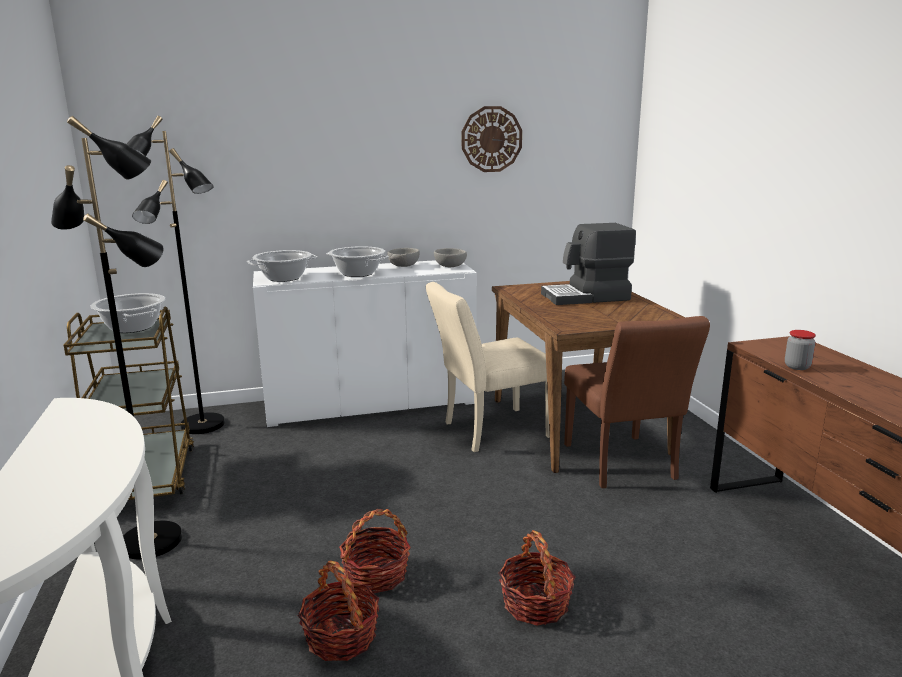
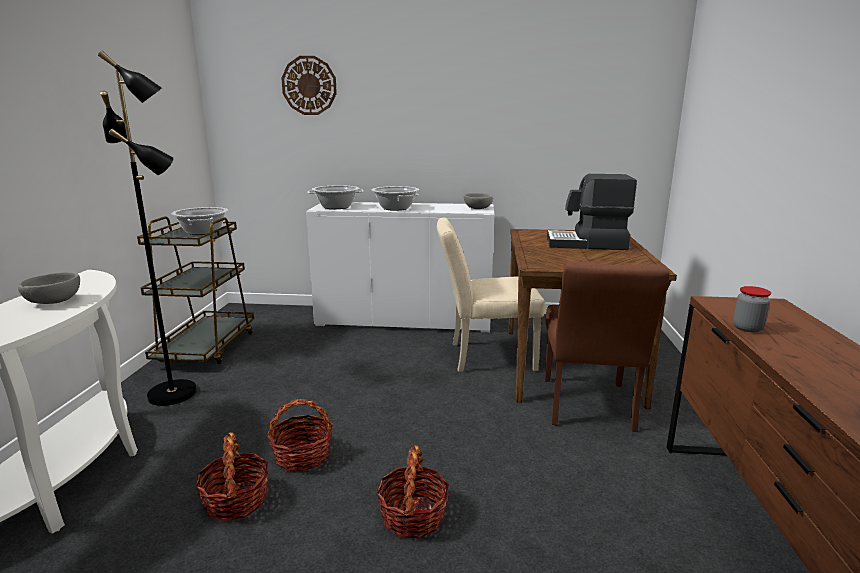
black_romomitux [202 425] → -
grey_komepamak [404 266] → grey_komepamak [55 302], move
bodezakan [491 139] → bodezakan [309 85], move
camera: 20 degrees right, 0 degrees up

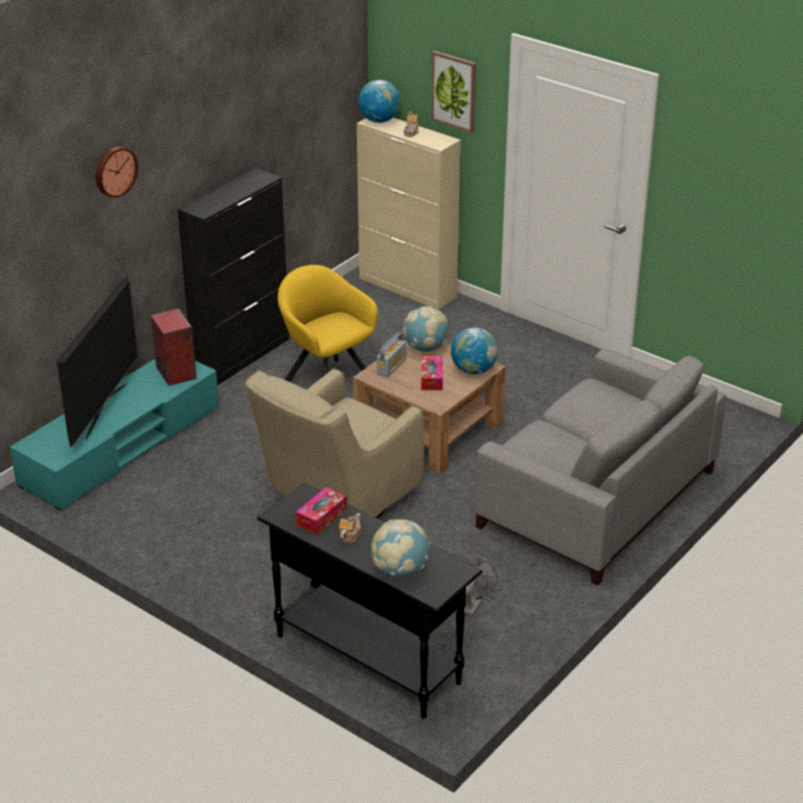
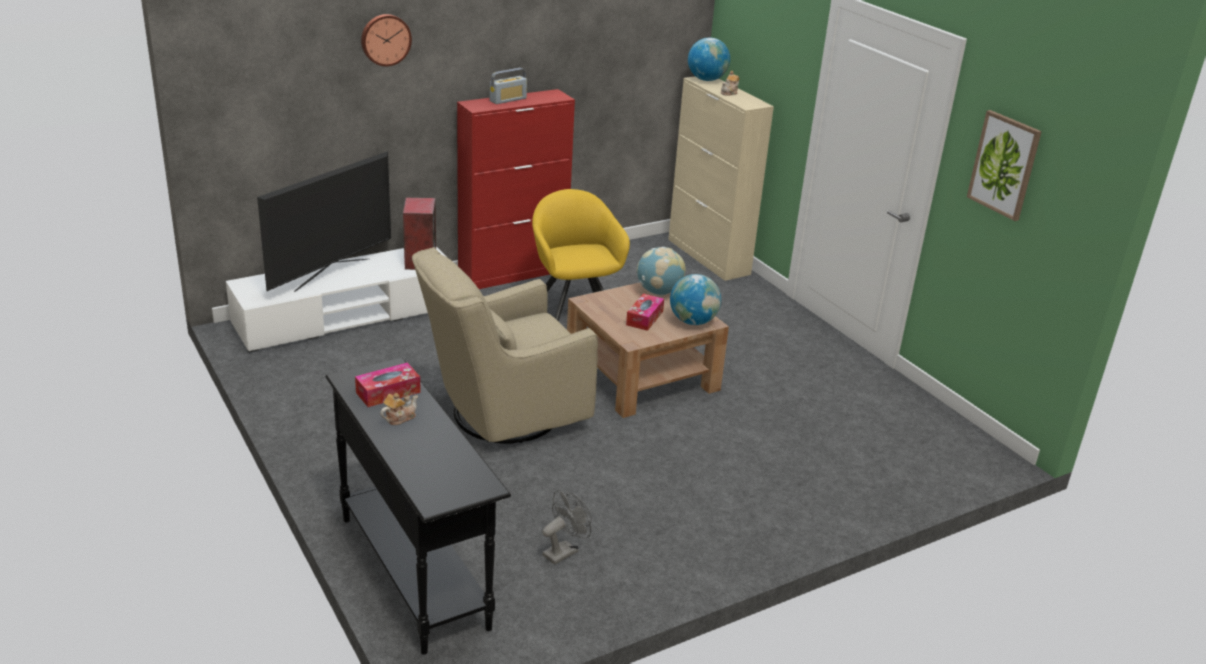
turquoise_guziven [121 446] → white_guziven [346 316]
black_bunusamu [242 355] → red_bunusamu [513 273]
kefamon [400 571] → -
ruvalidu [391 366] → ruvalidu [508 100], move
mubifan [454 91] → mubifan [1004 165], move
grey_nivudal [596 498] → -
camera: 20 degrees right, 5 degrees down

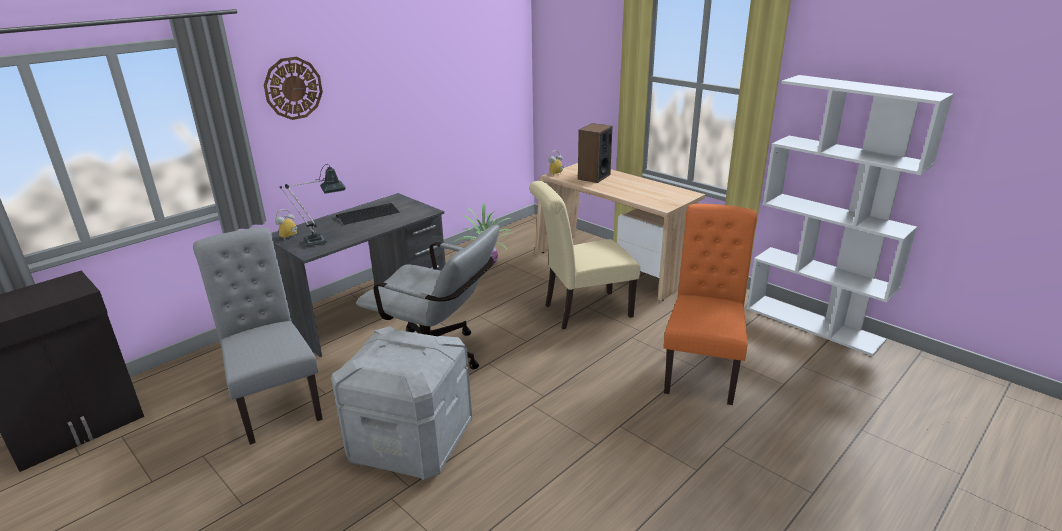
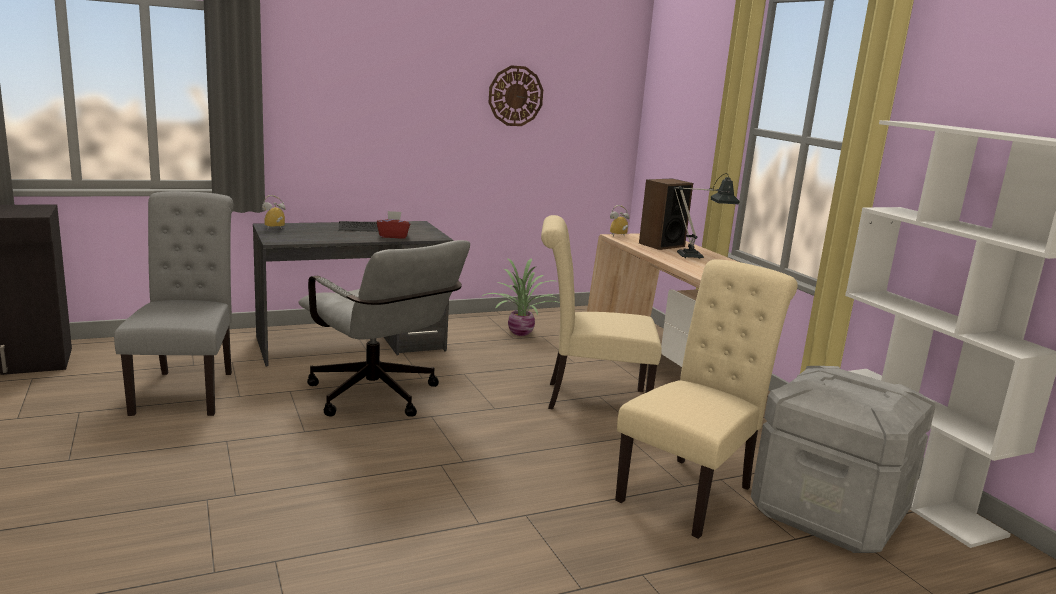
bodezakan [293 88] → bodezakan [515 96], move
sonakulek [322 240] → sonakulek [696 256], move
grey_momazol [412 442] → grey_momazol [829 513], move
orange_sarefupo [702 368] → beige_sarefupo [691 491]
- → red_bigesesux [393 236]
camera: 20 degrees right, 10 degrees down

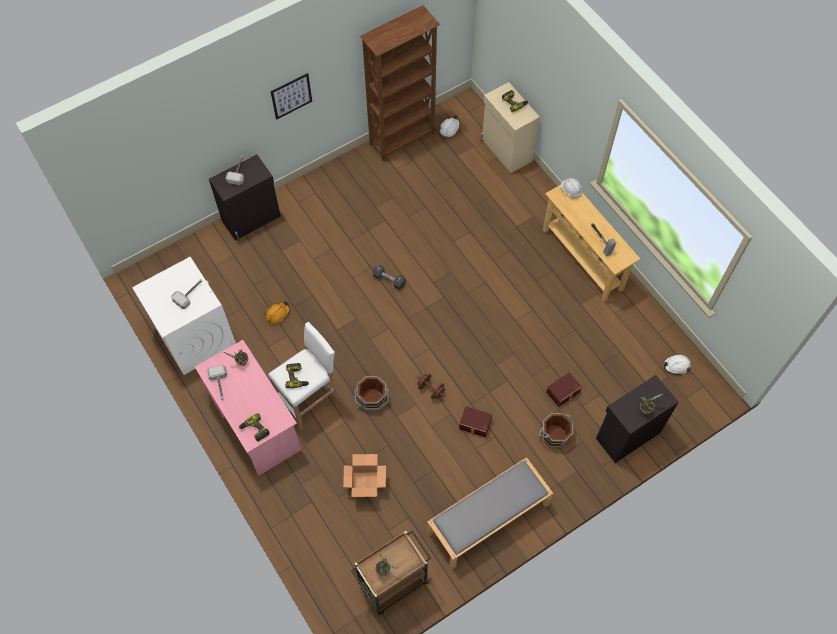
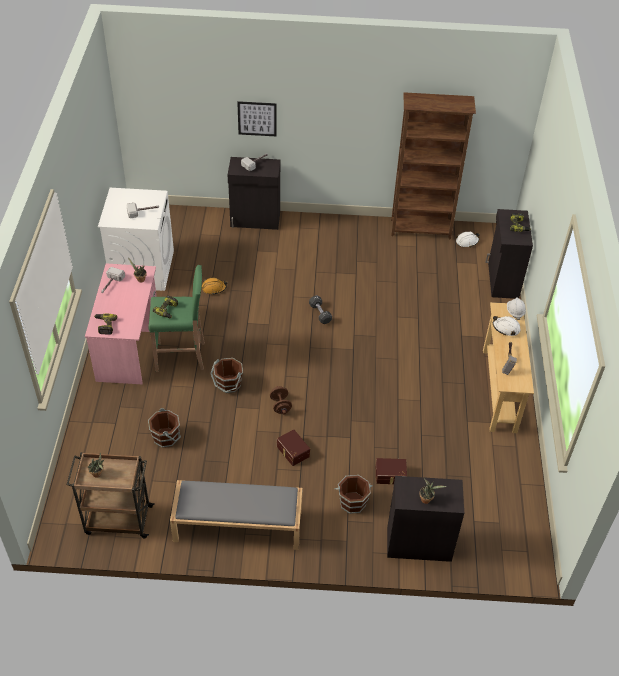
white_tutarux [310 400] → green_tutarux [181 356]
mubifan [291 96] → mubifan [257 118], move
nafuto [365 483] → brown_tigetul [166 437]
beige_bunusamu [506 150] → black_bunusamu [502 280]
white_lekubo [676 365] → white_lekubo [506 328], move
camera: 35 degrees right, 15 degrees down

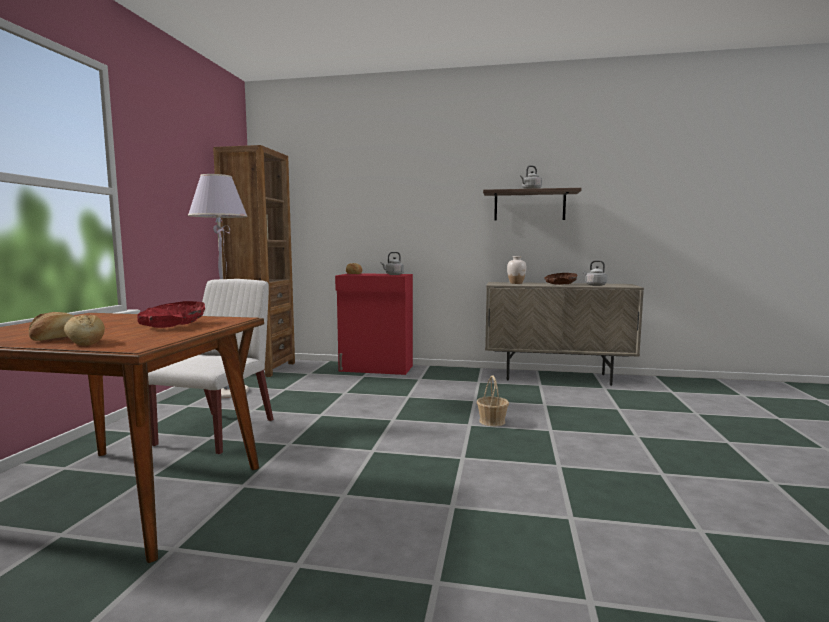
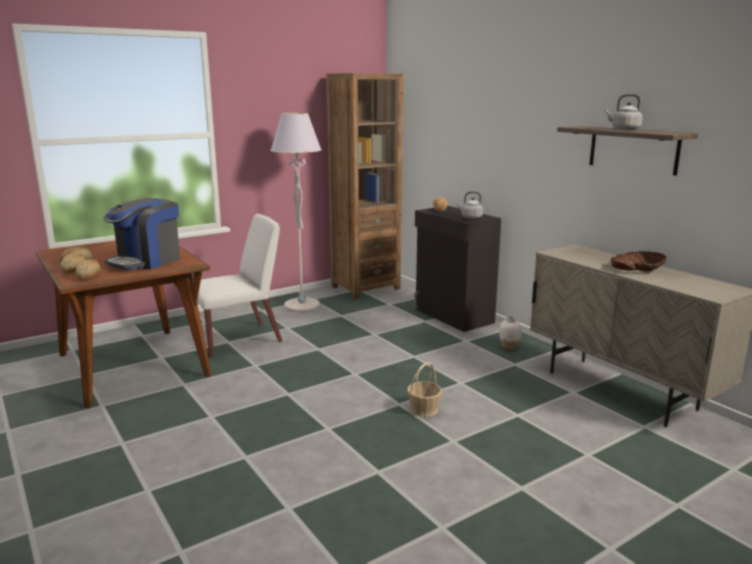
red_komepamak [173 325] → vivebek [146 261]
red_bunusamu [376 368] → black_bunusamu [453 316]
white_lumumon [516 283] → white_lumumon [509 346], move
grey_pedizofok [594 285] → -
- → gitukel [89 277]
camera: 45 degrees right, 10 degrees up

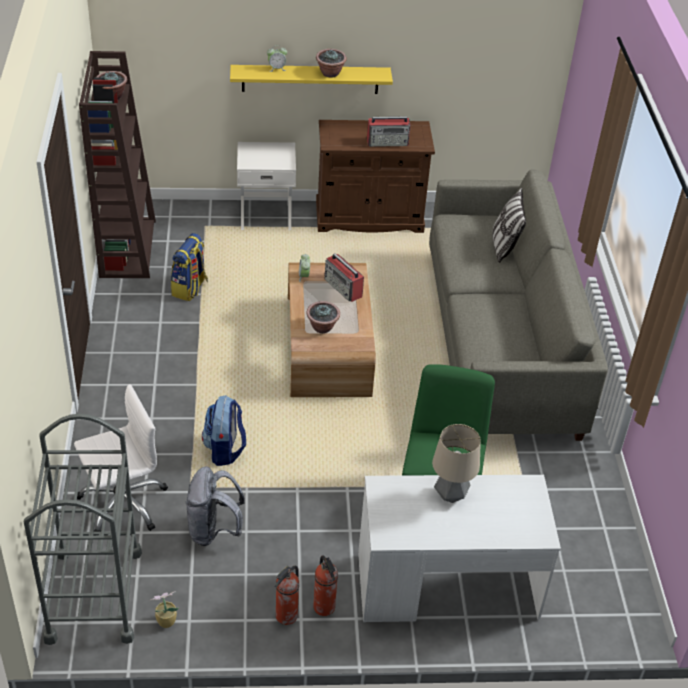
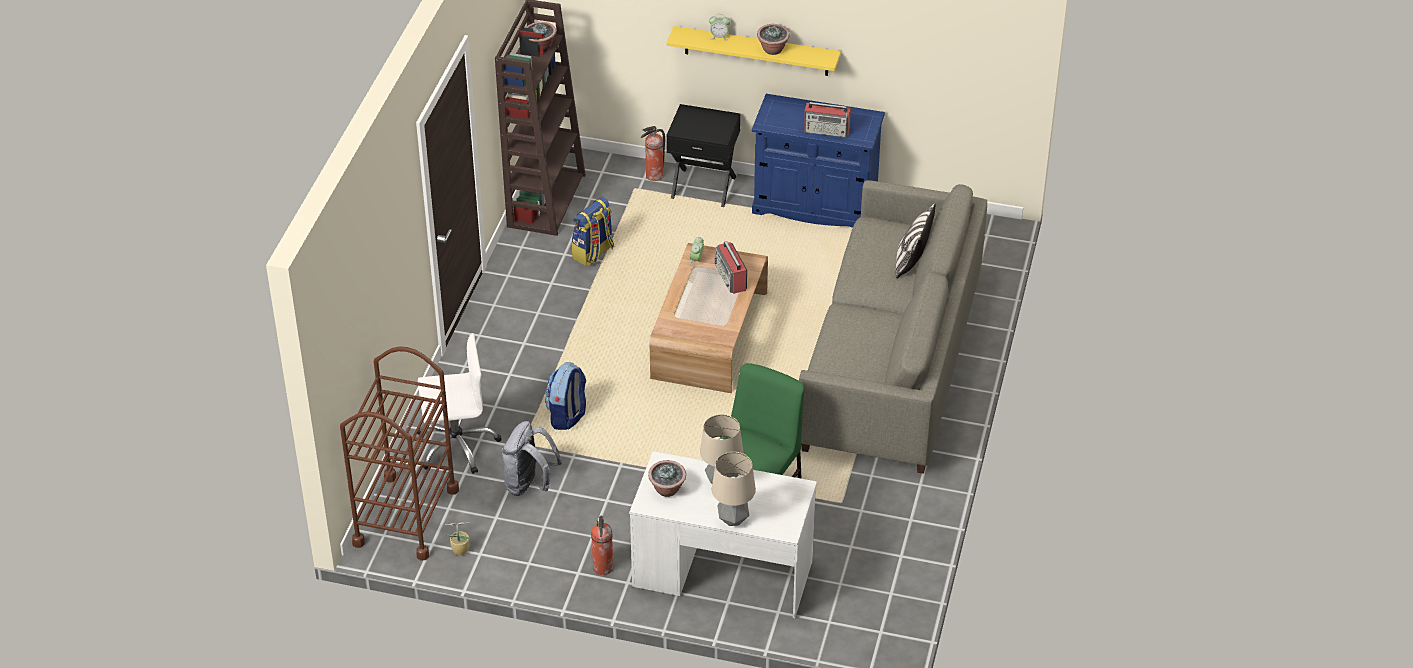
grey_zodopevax [94 595] → brown_zodopevax [406 516]
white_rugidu [266 215] → black_rugidu [703 186]
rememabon [285 616] → rememabon [653 176], move
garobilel [322 327] → garobilel [667 490], move
brown_bunusamu [369 217] → blue_bunusamu [815 206]
- → sonakulek [732 519]
camera: 20 degrees right, 0 degrees up

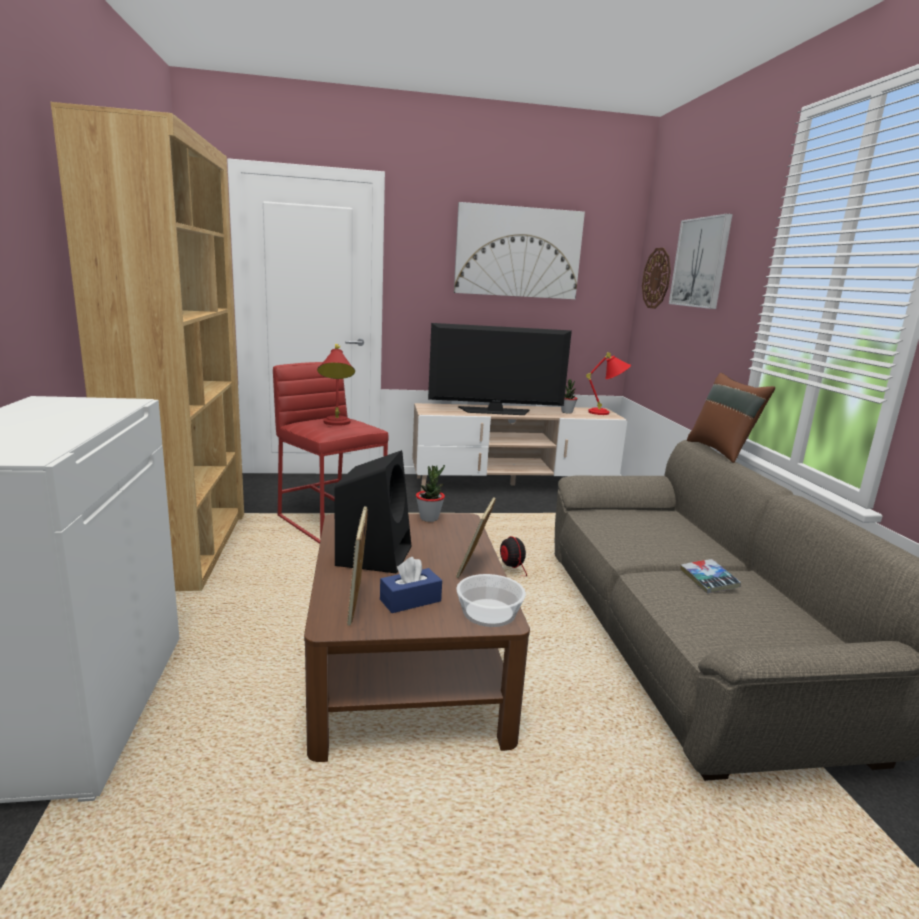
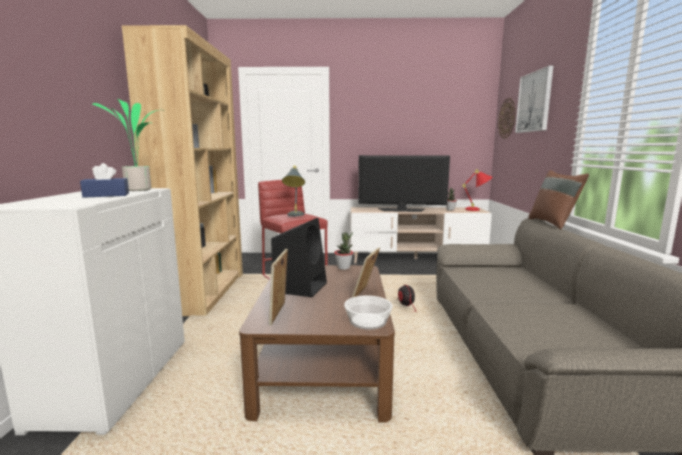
red_sonakulek [336 424] → grey_sonakulek [294 215]
blue_bigesesux [410 600] → blue_bigesesux [106 195], move
mubifan [518 252] → -
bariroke [708 581] → -
- → garobilel [139 189]
camera: 10 degrees right, 5 degrees down

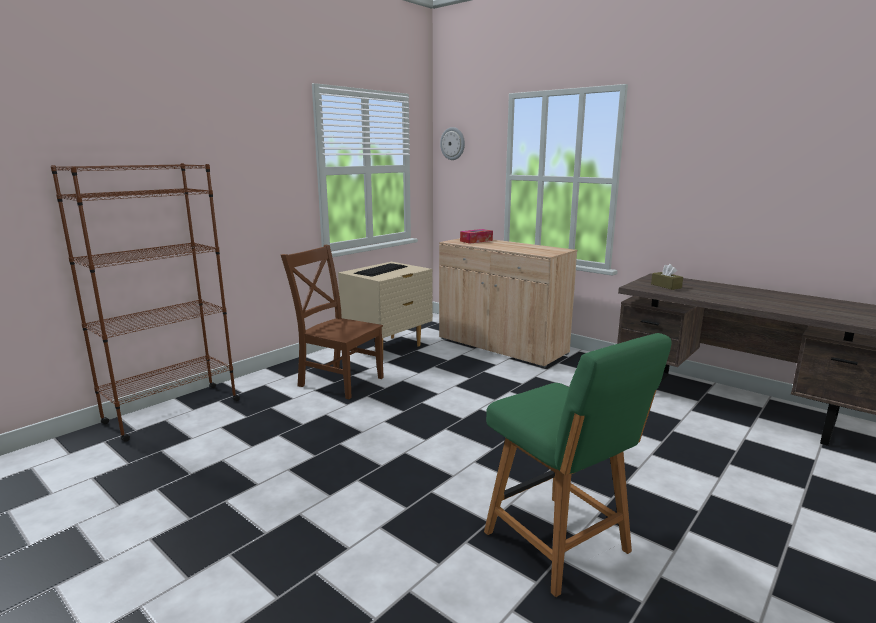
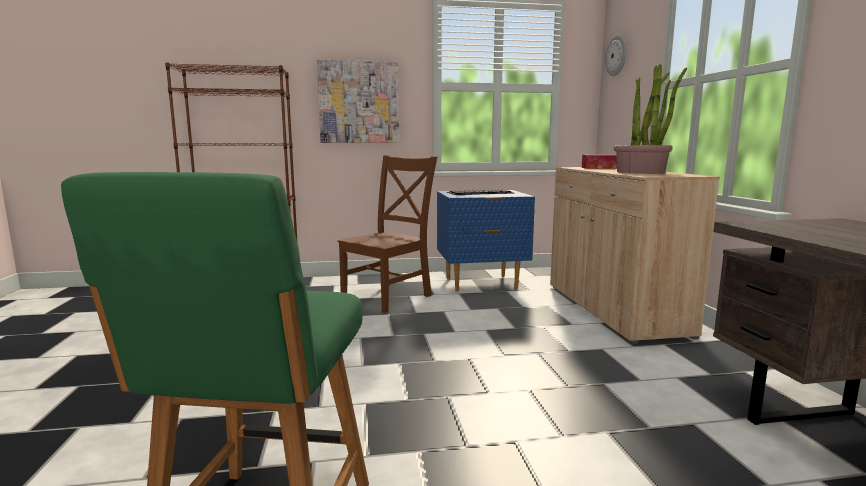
brown_sarefupo [338 381] → brown_sarefupo [389 297], 60 degrees clockwise
beige_rugidu [388 348] → blue_rugidu [481 283]
brown_bigesesux [666 286] → -
- → mubifan [359 102]
- → garobilel [641 172]
camera: 40 degrees right, 5 degrees down

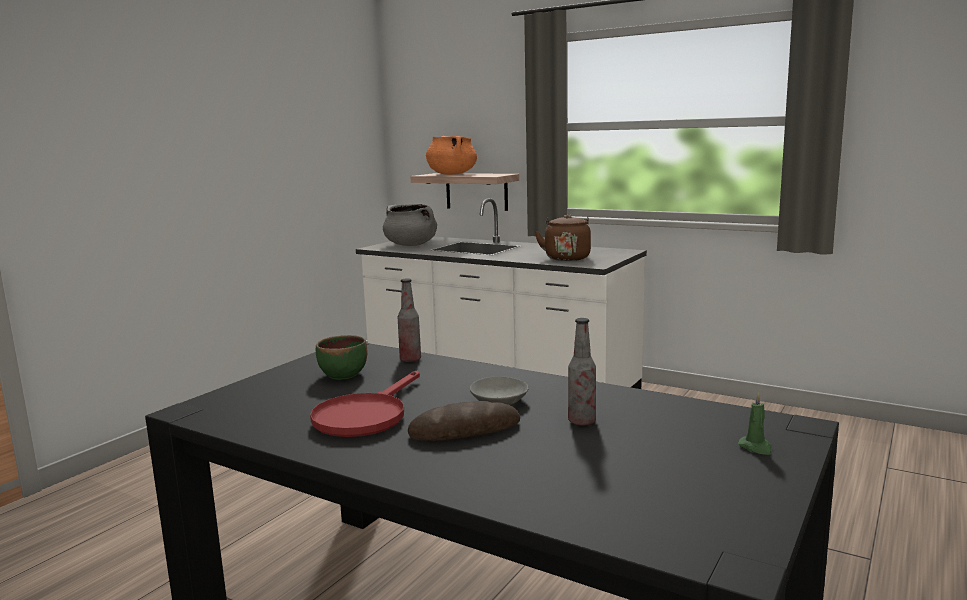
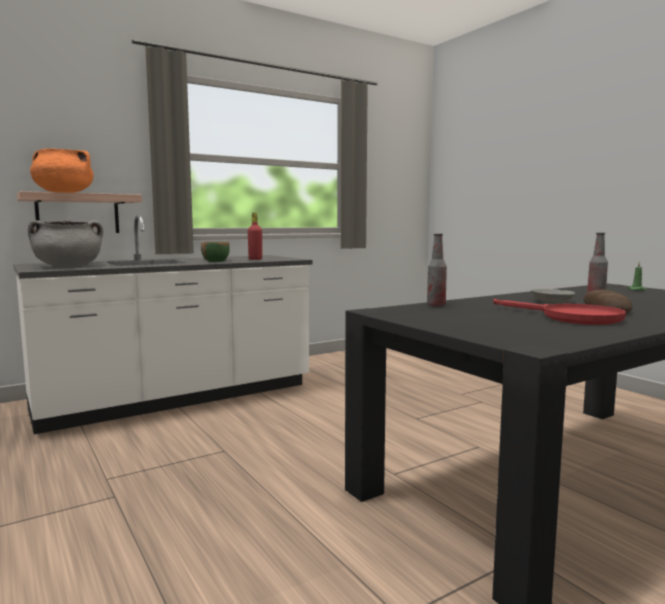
green_komepamak [343 375] → green_komepamak [216 261], move
brown_pedizofok [566 258] → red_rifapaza [255 259]
camera: 65 degrees left, 5 degrees down

